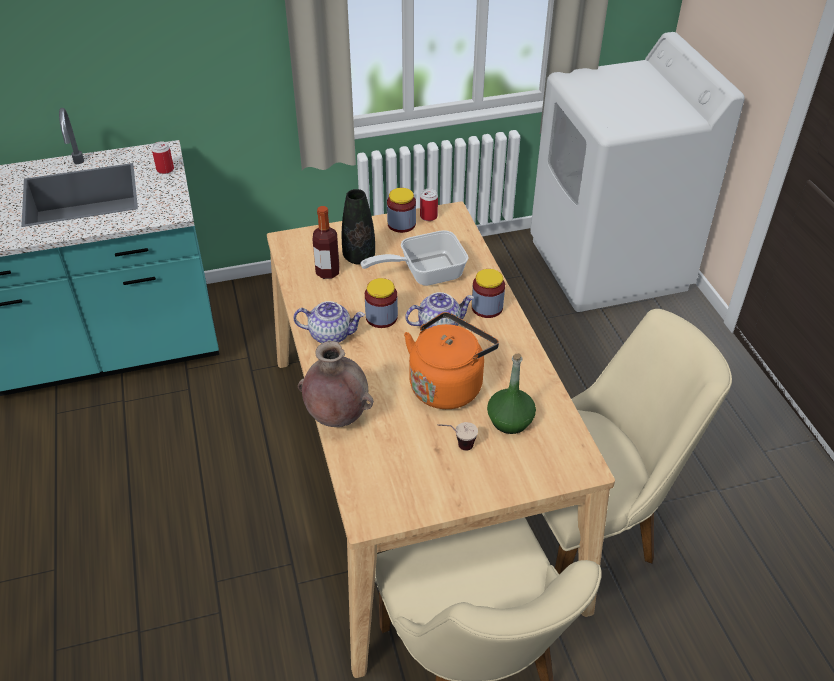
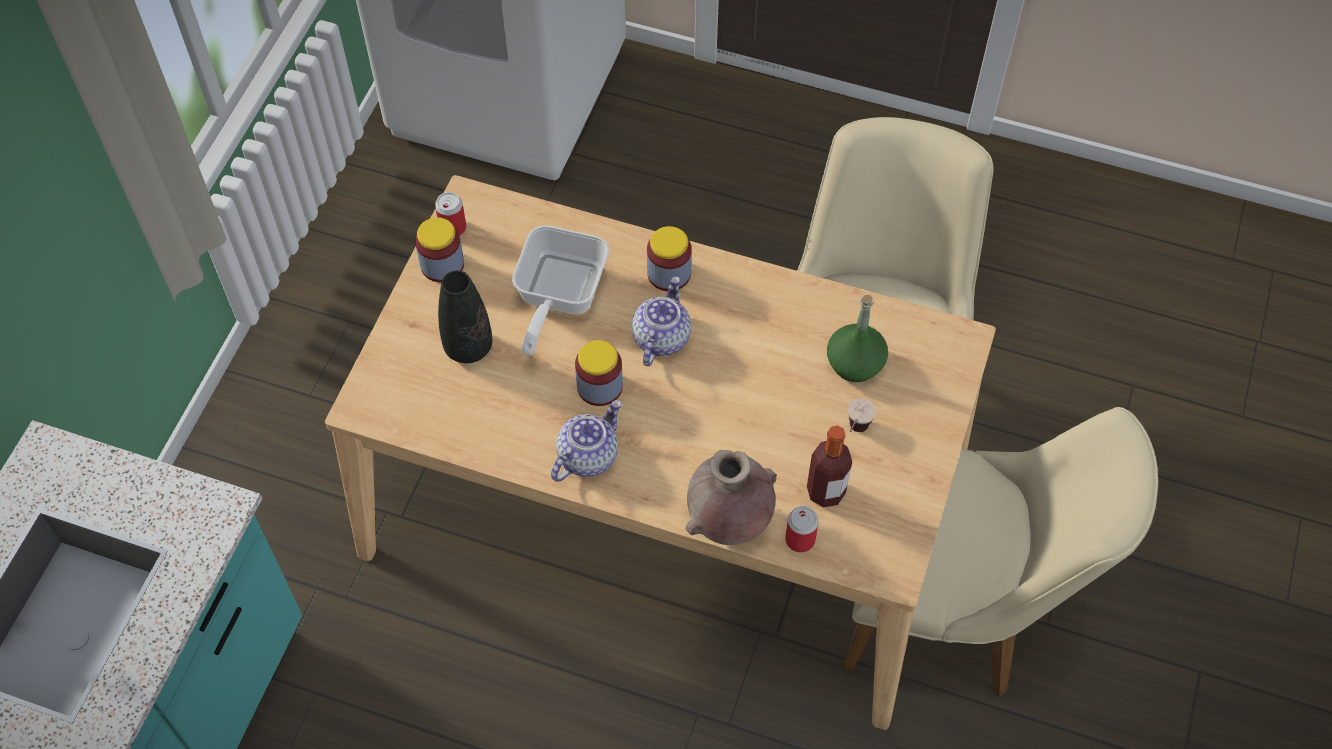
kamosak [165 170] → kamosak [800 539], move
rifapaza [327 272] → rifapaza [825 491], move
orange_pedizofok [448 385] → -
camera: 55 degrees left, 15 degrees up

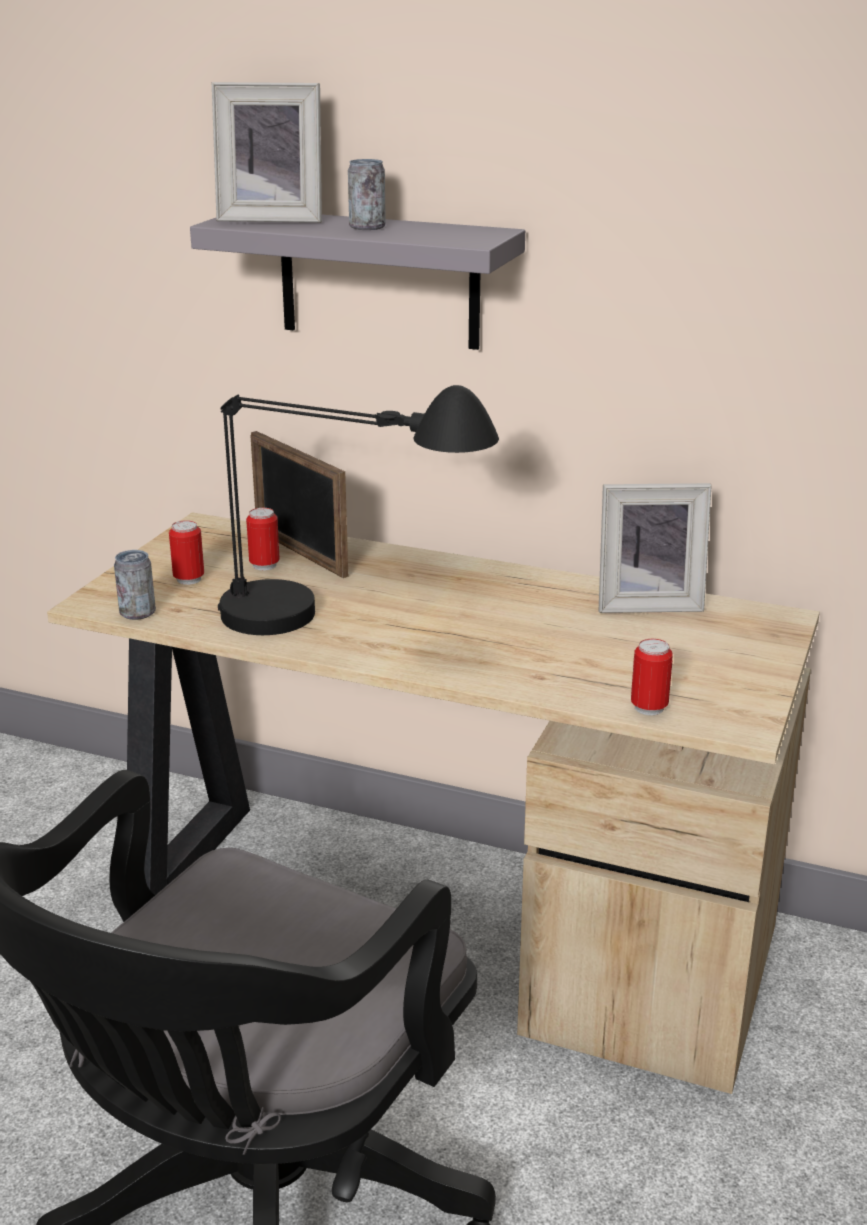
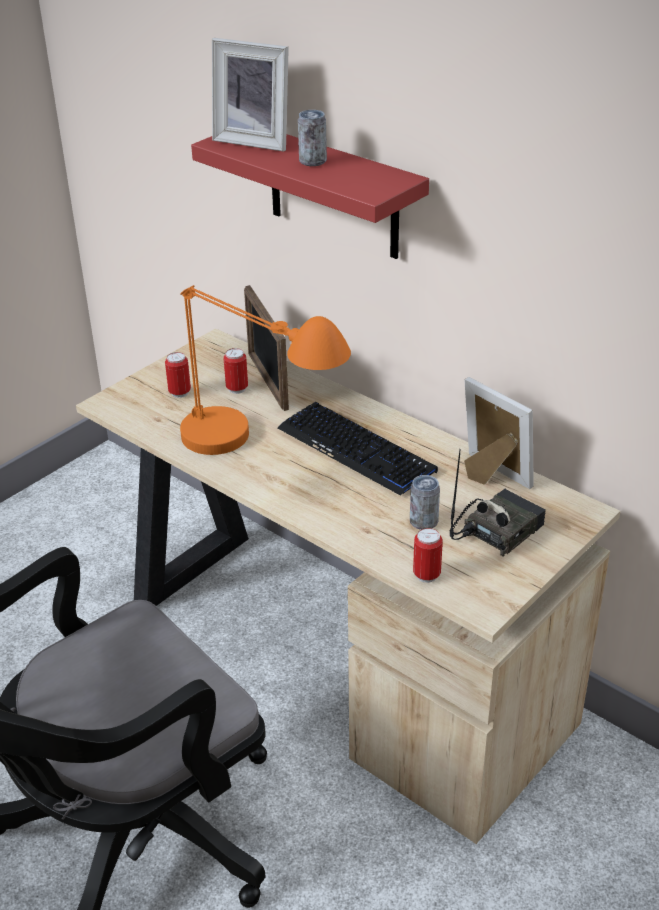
kamosak [137 612] → kamosak [423 522], move
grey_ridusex [379 279] → red_ridusex [333 192]
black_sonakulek [344 628] → orange_sonakulek [259 458]
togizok [647 603] → togizok [490 476], 150 degrees counterclockwise
- → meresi [356 450]
- → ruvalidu [496 529]
camera: 20 degrees right, 10 degrees up

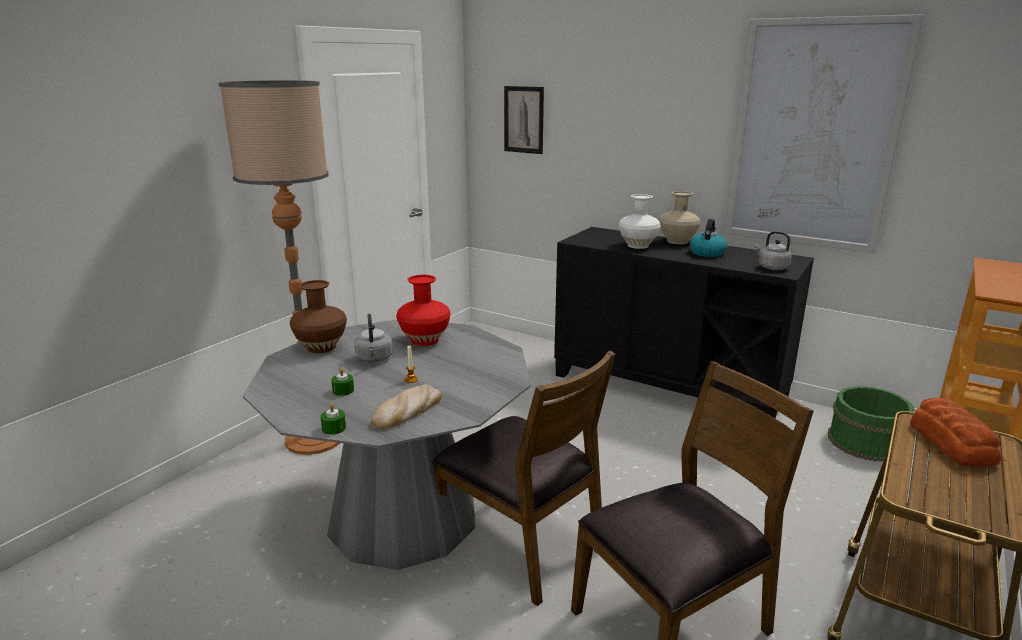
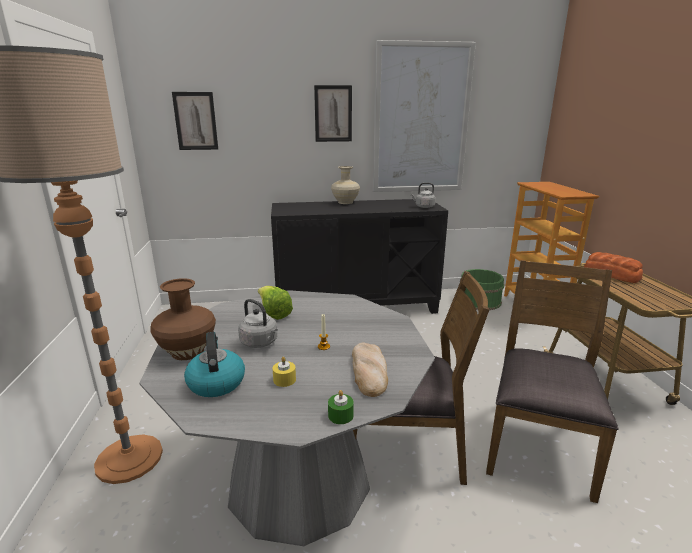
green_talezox [343 390] → yellow_talezox [284 380]
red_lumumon [424 340] → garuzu [274 313]
white_lumumon [637 245] → -
pedizofok [707 253] → pedizofok [216 382], move
- → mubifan [333 114]
camera: 40 degrees left, 0 degrees up

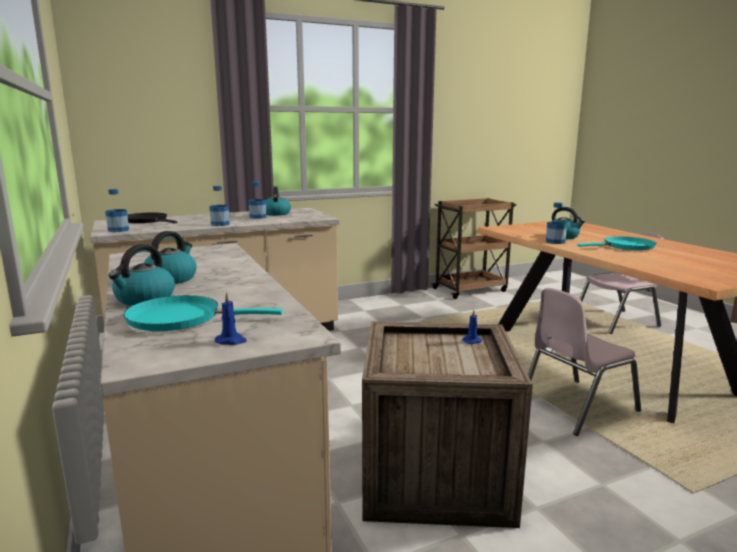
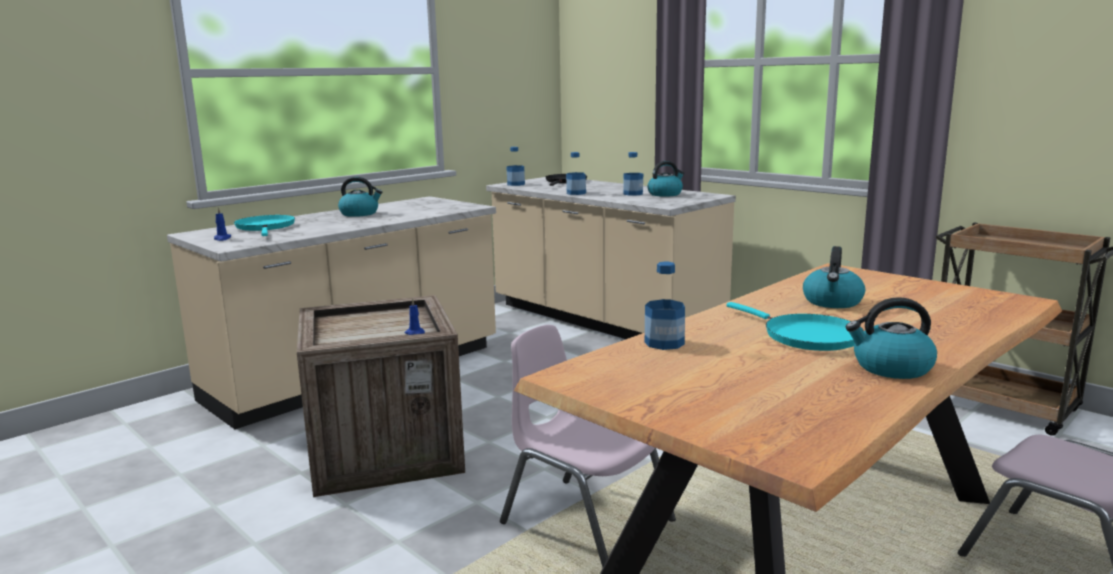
pedizofok [144 299] → pedizofok [891 368], move
rifapaza [555 242] → rifapaza [664 343], move
camera: 70 degrees right, 0 degrees up

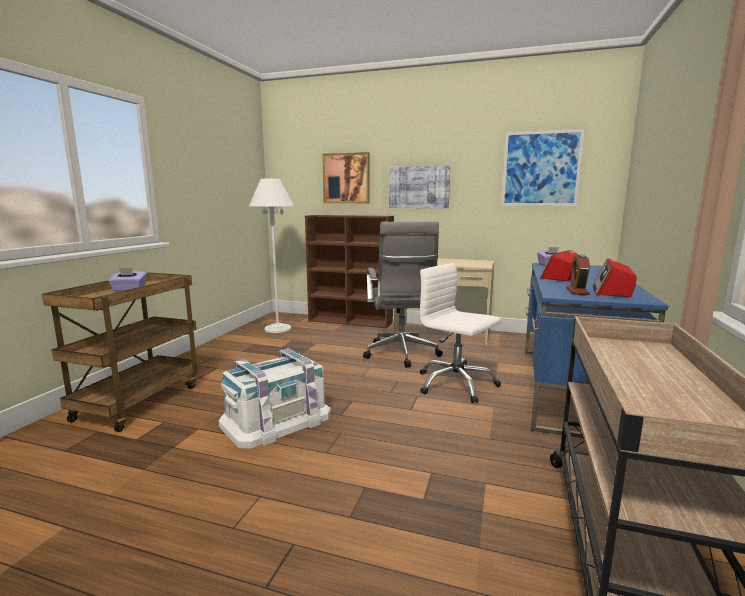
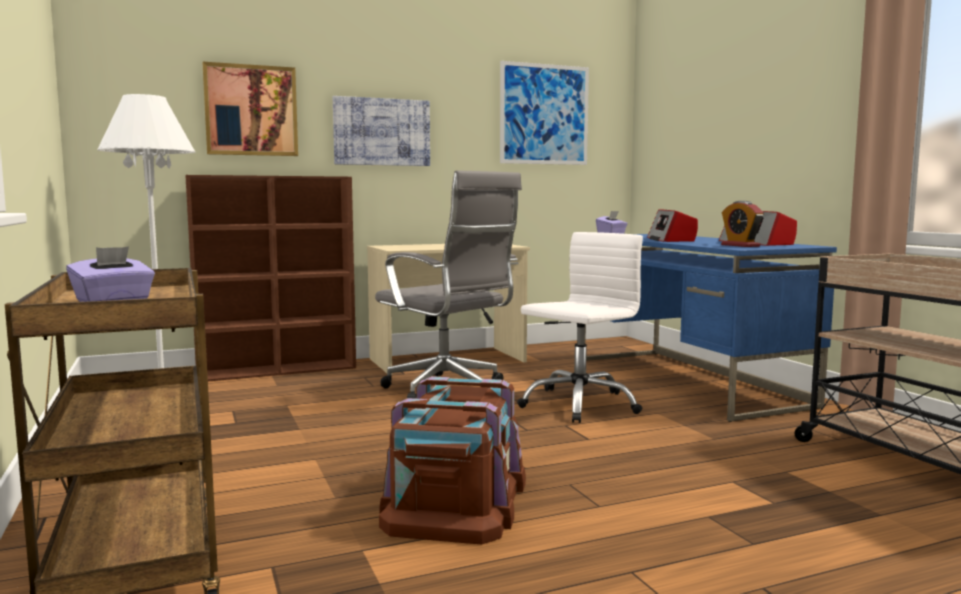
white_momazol [276 419] → brown_momazol [455 500]
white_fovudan [455 384] → white_fovudan [579 404], 135 degrees clockwise
camera: 40 degrees left, 5 degrees down

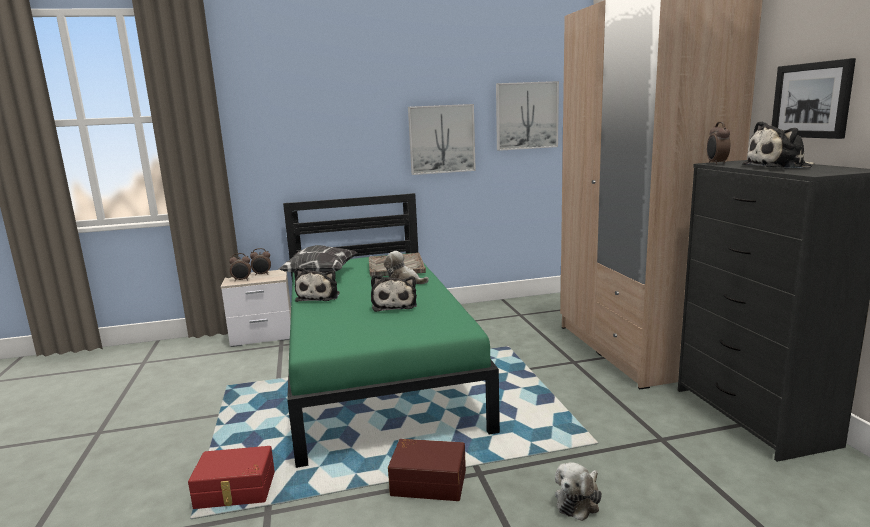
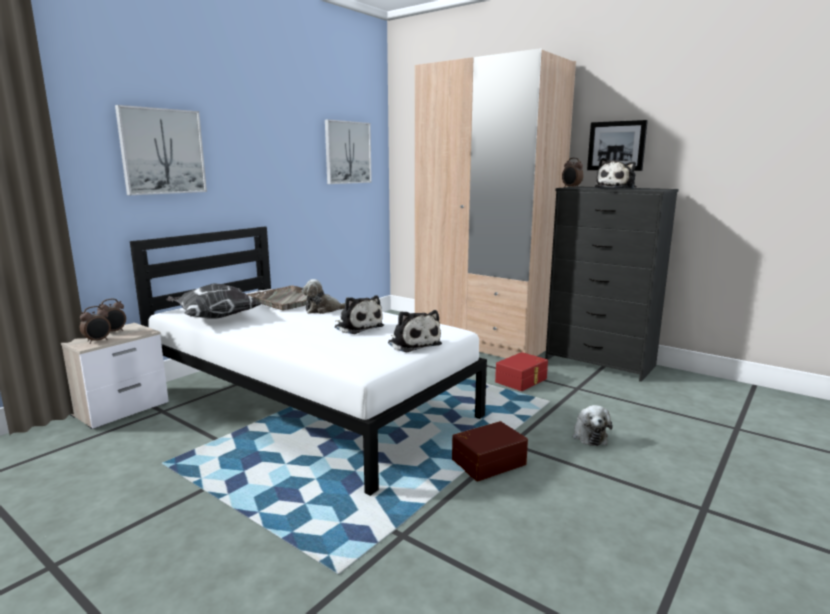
red_momazol [235 491] → red_momazol [522 380], move
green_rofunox [376 367] → white_rofunox [308 402]
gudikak [319 296] → gudikak [413 344], move
mubifan [441 139] → mubifan [162 151], move
camera: 40 degrees left, 0 degrees up

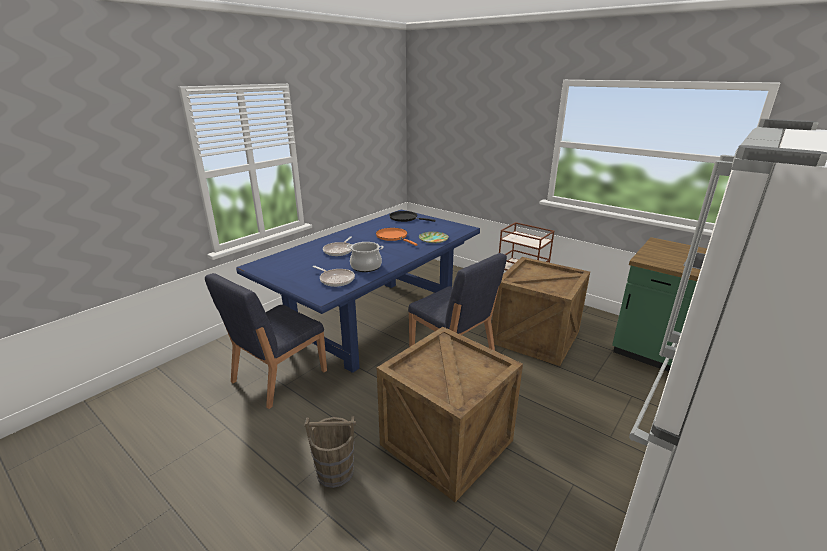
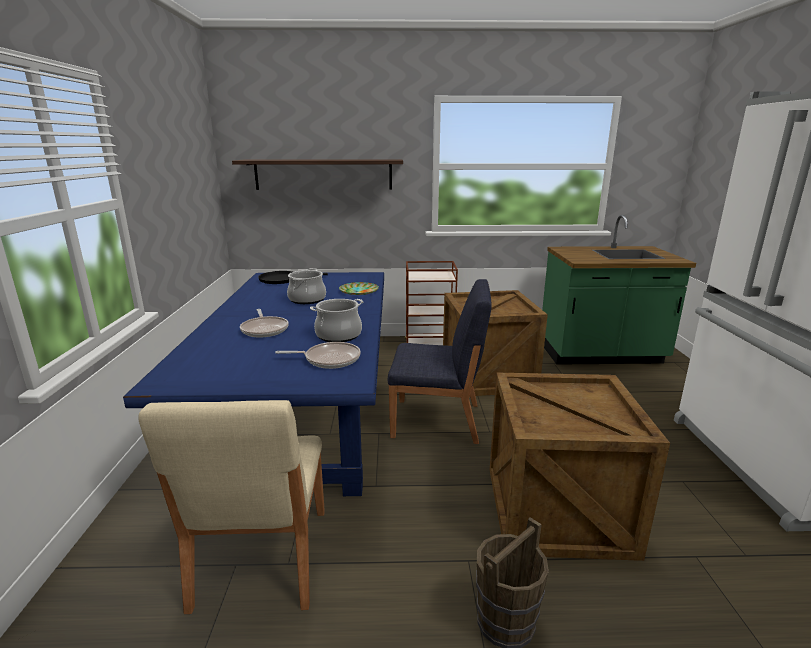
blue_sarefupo [278 376] → beige_sarefupo [261 558]
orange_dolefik [393 237] → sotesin [307 299]
- → ridusex [323 174]
camera: 40 degrees left, 5 degrees down

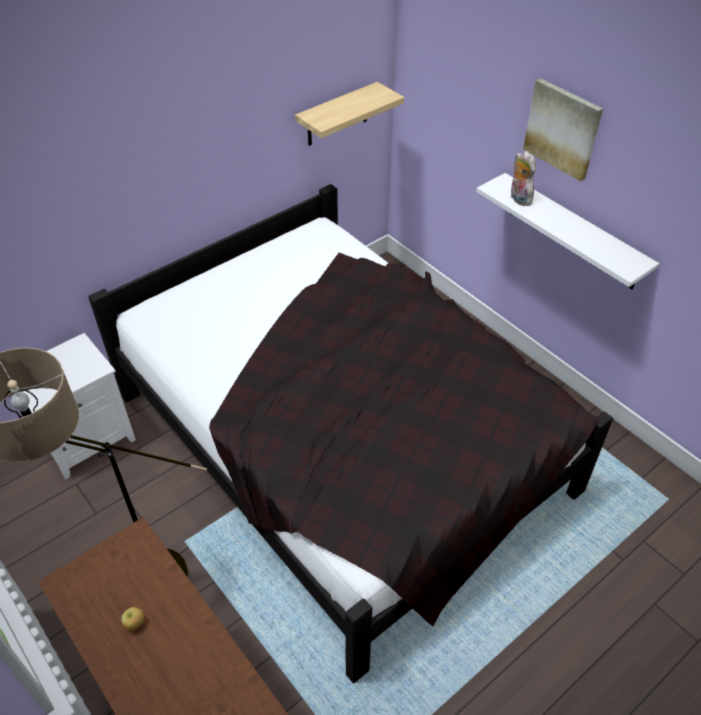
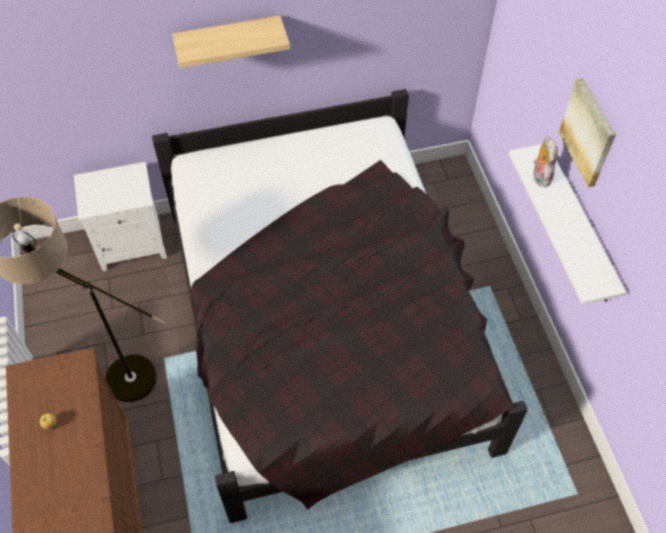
ridusex [337 115] → ridusex [228 40], move
camera: 25 degrees right, 10 degrees up

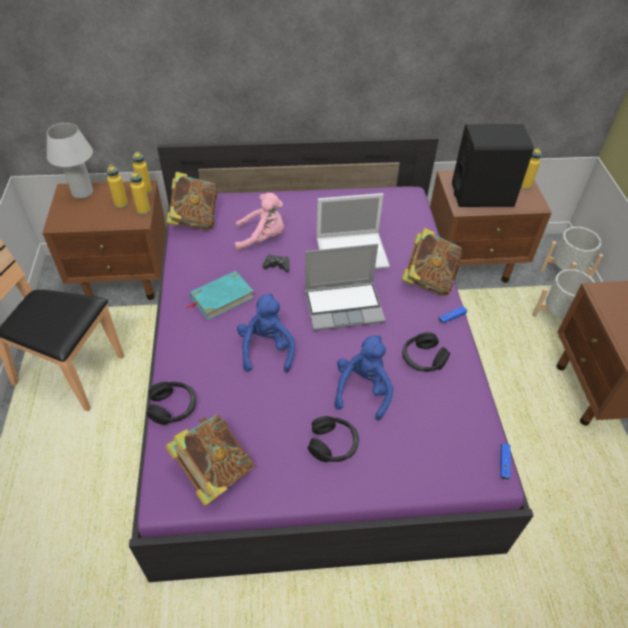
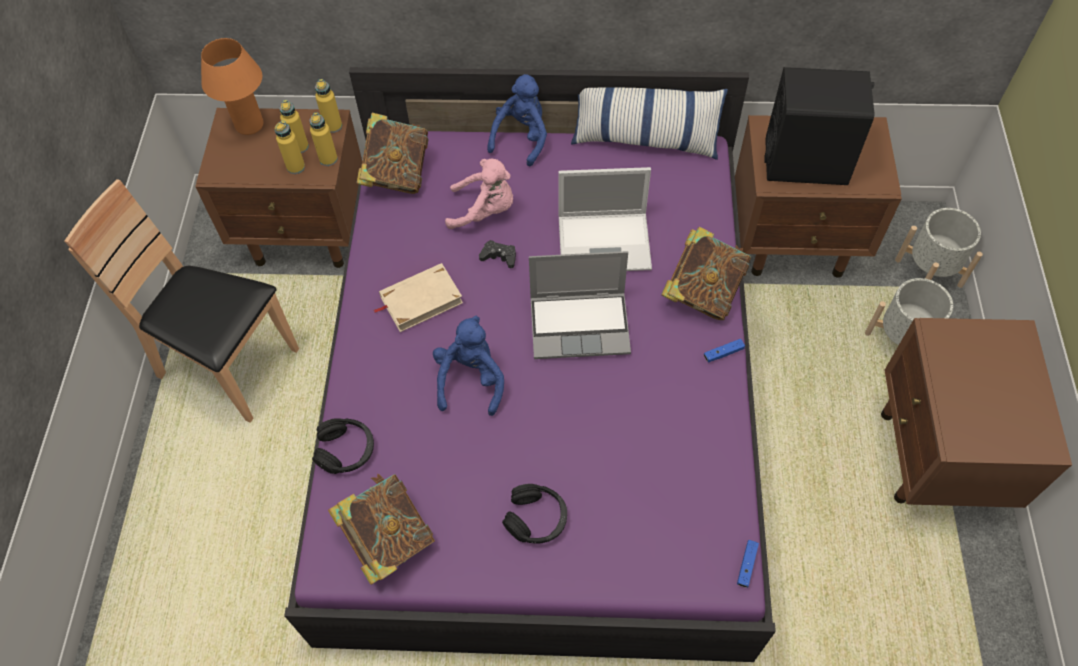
white_sonakulek [82 193] → orange_sonakulek [249 125]
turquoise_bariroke [221 297] → beige_bariroke [421 300]
blue_gudikak [363 390] → blue_gudikak [521 137], move
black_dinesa [423 359] → -
yellow_rifapaza [524 186] → yellow_rifapaza [296 167], move
- → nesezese [645 139]
camera: 10 degrees right, 10 degrees up

